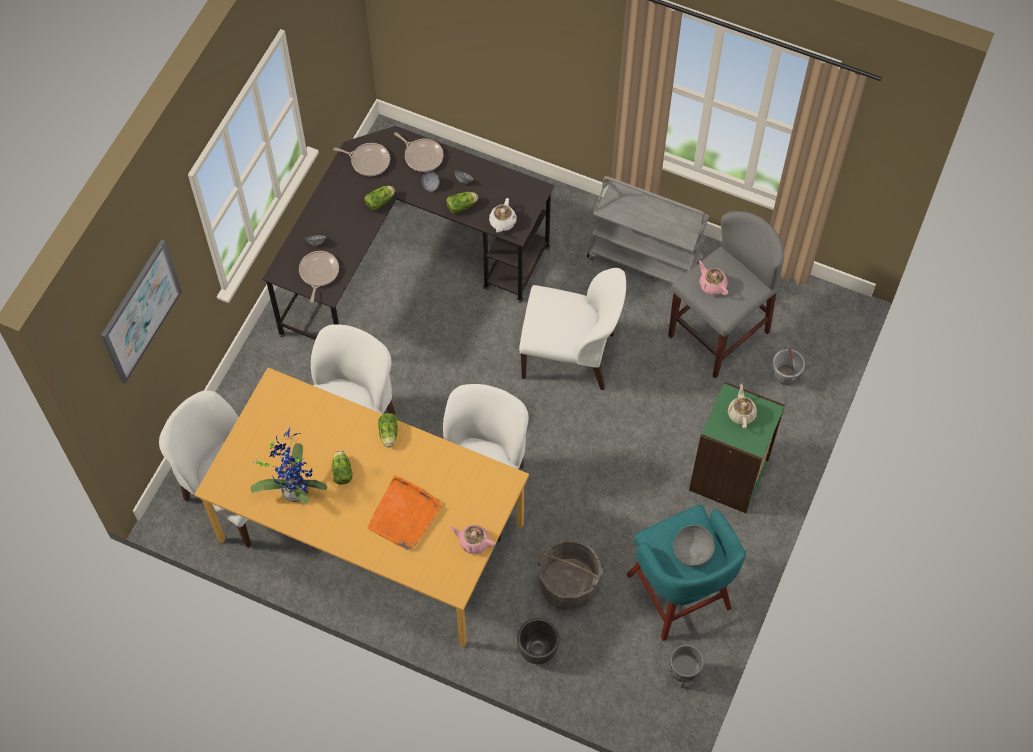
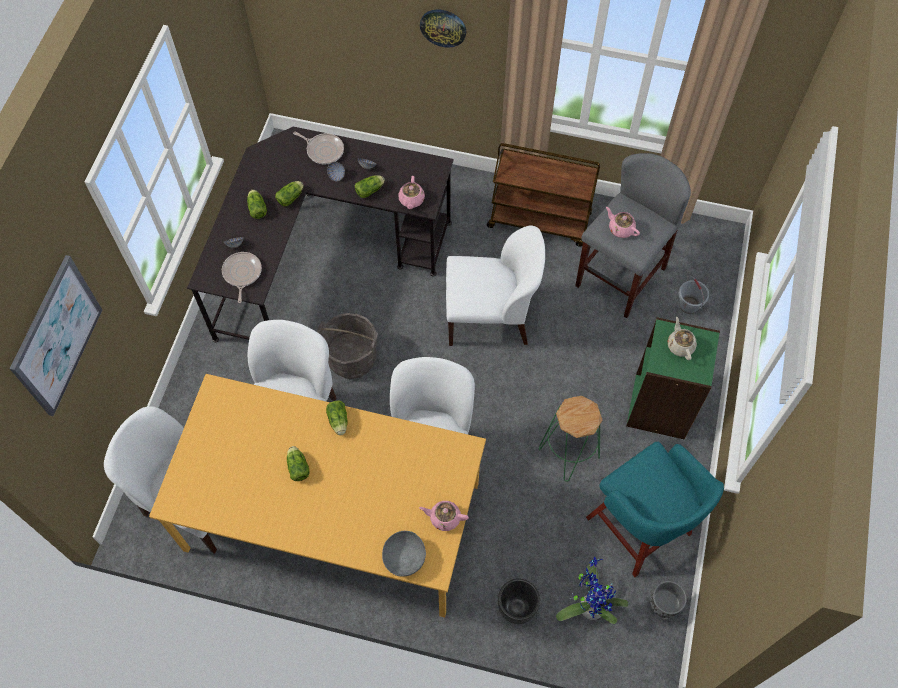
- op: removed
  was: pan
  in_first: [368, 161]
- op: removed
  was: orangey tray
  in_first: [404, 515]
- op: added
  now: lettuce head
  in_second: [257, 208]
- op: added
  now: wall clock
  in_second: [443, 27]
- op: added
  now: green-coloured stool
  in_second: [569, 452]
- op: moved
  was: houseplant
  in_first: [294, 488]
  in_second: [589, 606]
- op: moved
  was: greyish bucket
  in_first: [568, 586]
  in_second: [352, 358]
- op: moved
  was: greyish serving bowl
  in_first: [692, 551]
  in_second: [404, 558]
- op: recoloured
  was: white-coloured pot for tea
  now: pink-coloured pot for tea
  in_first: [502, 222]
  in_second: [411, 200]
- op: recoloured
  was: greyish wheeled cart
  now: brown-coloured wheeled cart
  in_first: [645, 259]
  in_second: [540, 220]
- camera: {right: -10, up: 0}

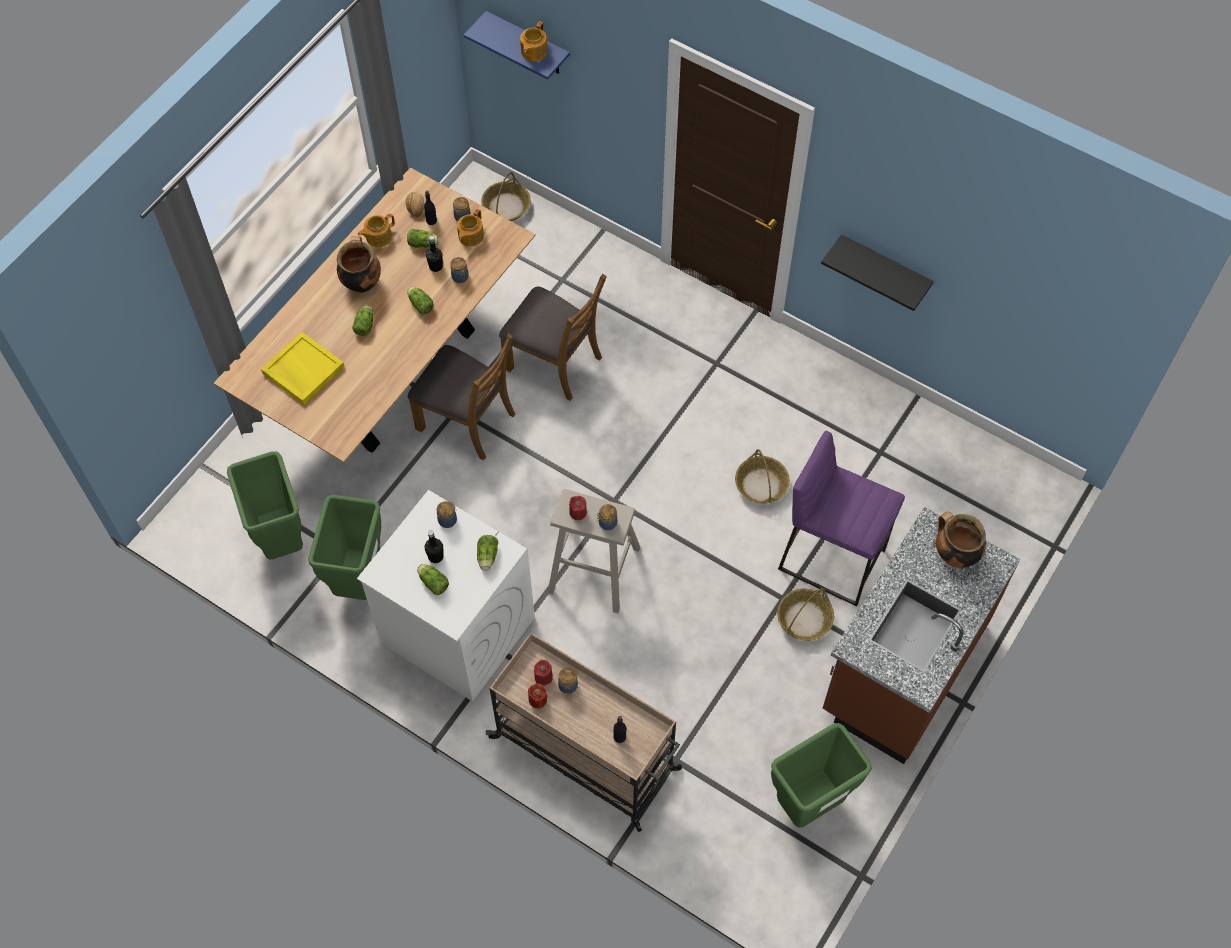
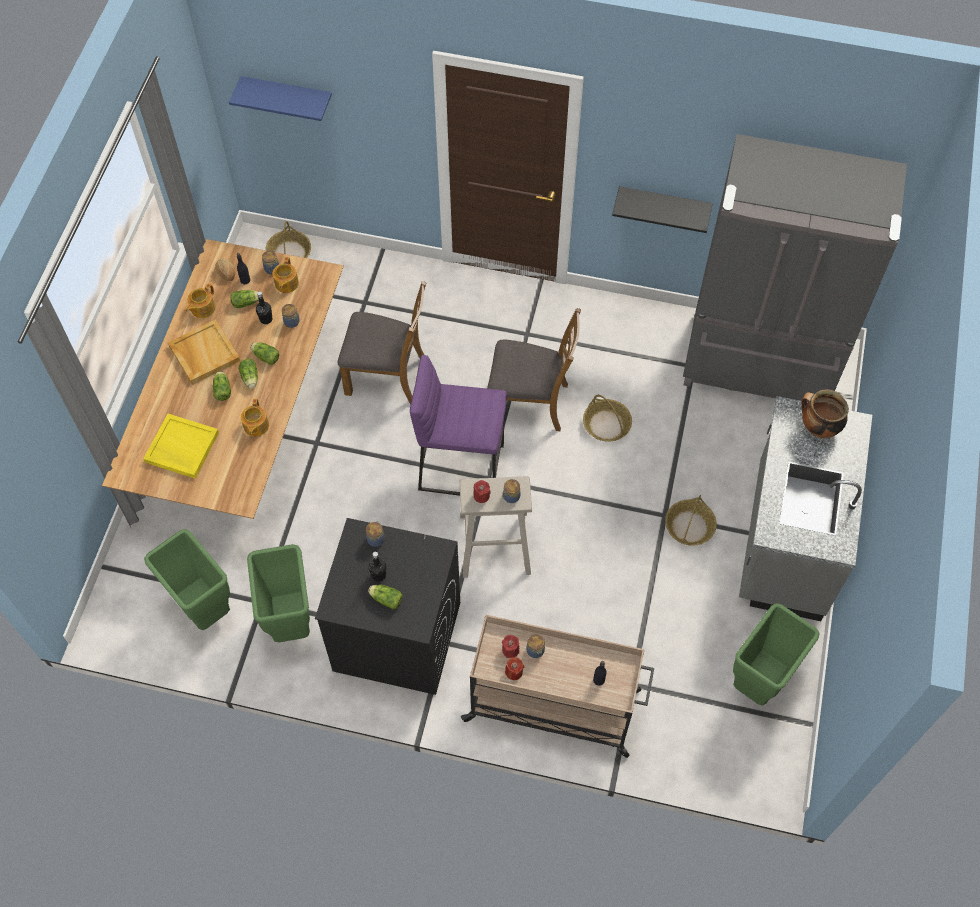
- op: added
  now: greyish fridge
  in_second: [759, 365]
- op: moved
  was: brown-coloured plain chair
  in_first: [467, 421]
  in_second: [530, 402]
- op: moved
  was: lettuce head
  in_first: [487, 557]
  in_second: [250, 378]
- op: moved
  was: pot for tea
  in_first: [533, 52]
  in_second: [255, 426]
- op: moved
  was: purplish stool
  in_first: [832, 558]
  in_second: [461, 466]
- op: replaced
  was: saucepot
  now: sand-coloured tray
  in_first: [361, 282]
  in_second: [203, 353]
- op: recoloured
  was: white-coloured laundry appliance
  now: black laundry appliance
  in_first: [456, 630]
  in_second: [396, 637]
- op: recoloured
  was: brown-coloured kitchen base unit
  now: greyish kitchen base unit
  in_first: [902, 668]
  in_second: [786, 541]
- camera: {right: -20, up: 0}

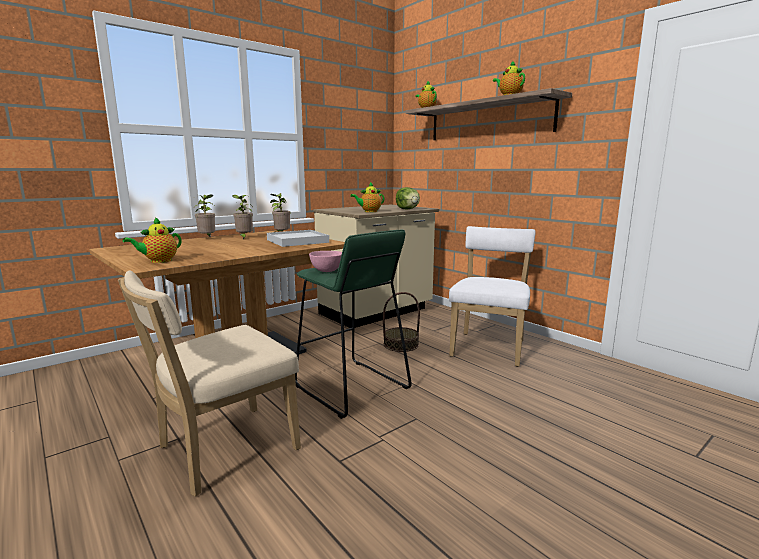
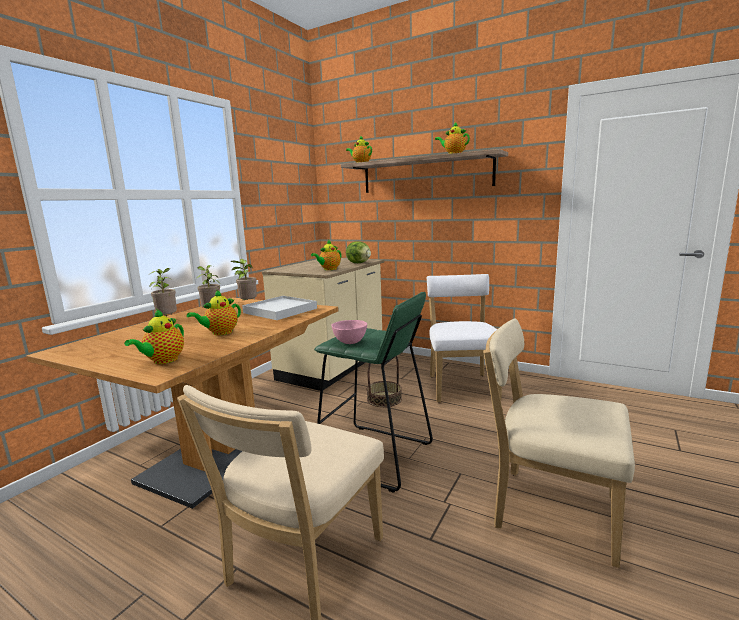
- op: added
  now: pot for tea
  in_second: [220, 333]
- op: added
  now: sand-coloured plain chair
  in_second: [549, 510]
- camera: {right: -20, up: 0}

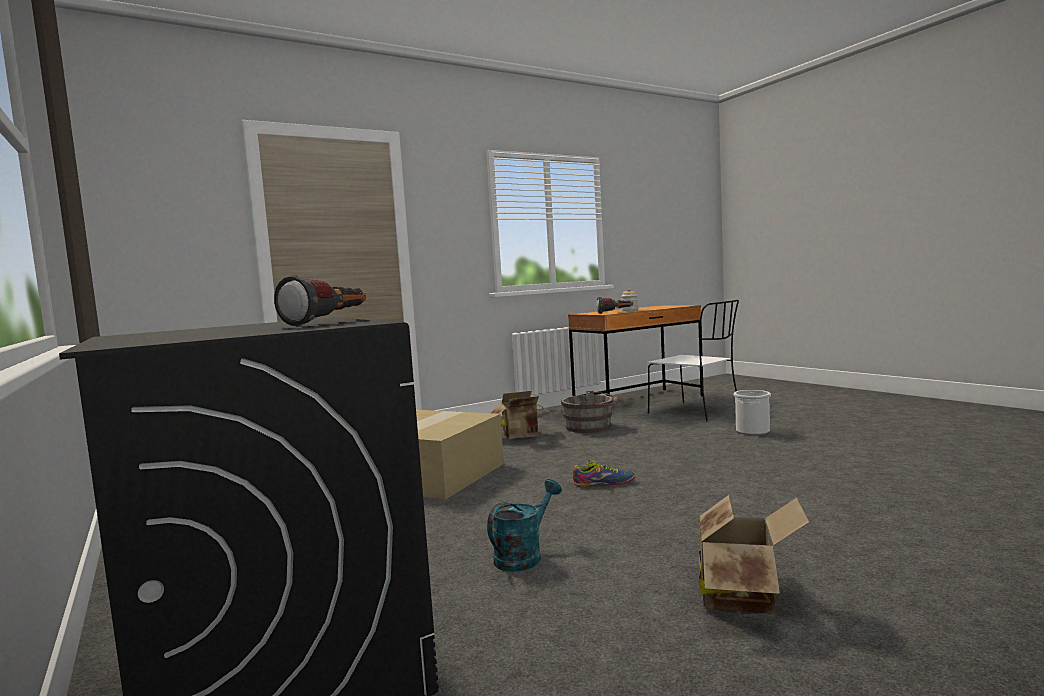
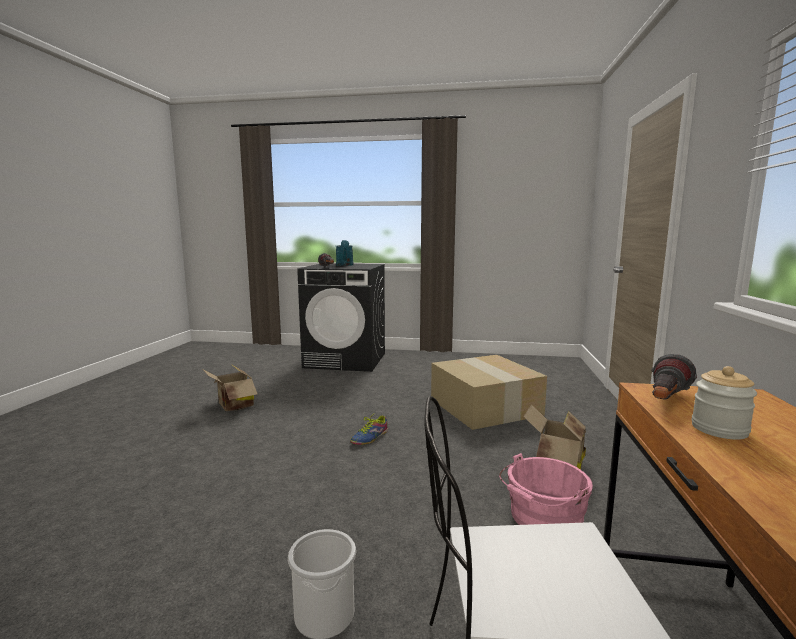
- op: moved
  was: turquoise-coloured sprinkling can
  in_first: [523, 555]
  in_second: [345, 265]
- op: recoloured
  was: greyish bucket
  now: pink-coloured bucket
  in_first: [591, 427]
  in_second: [543, 518]
- camera: {right: 130, up: 5}

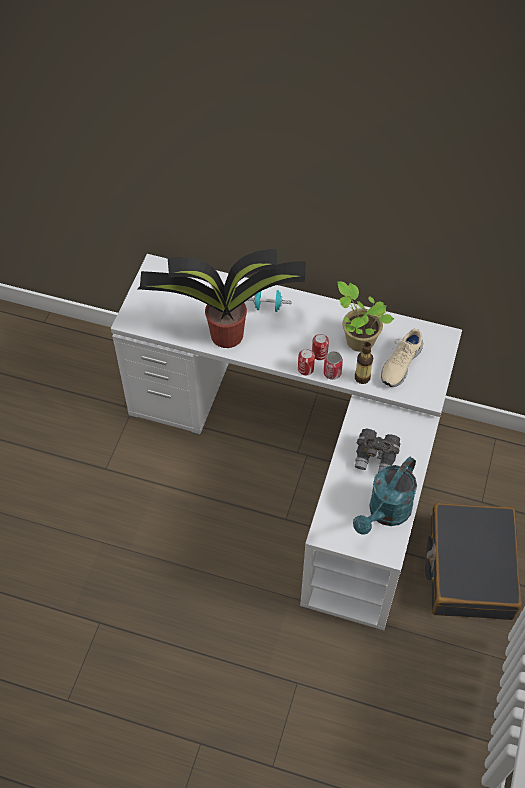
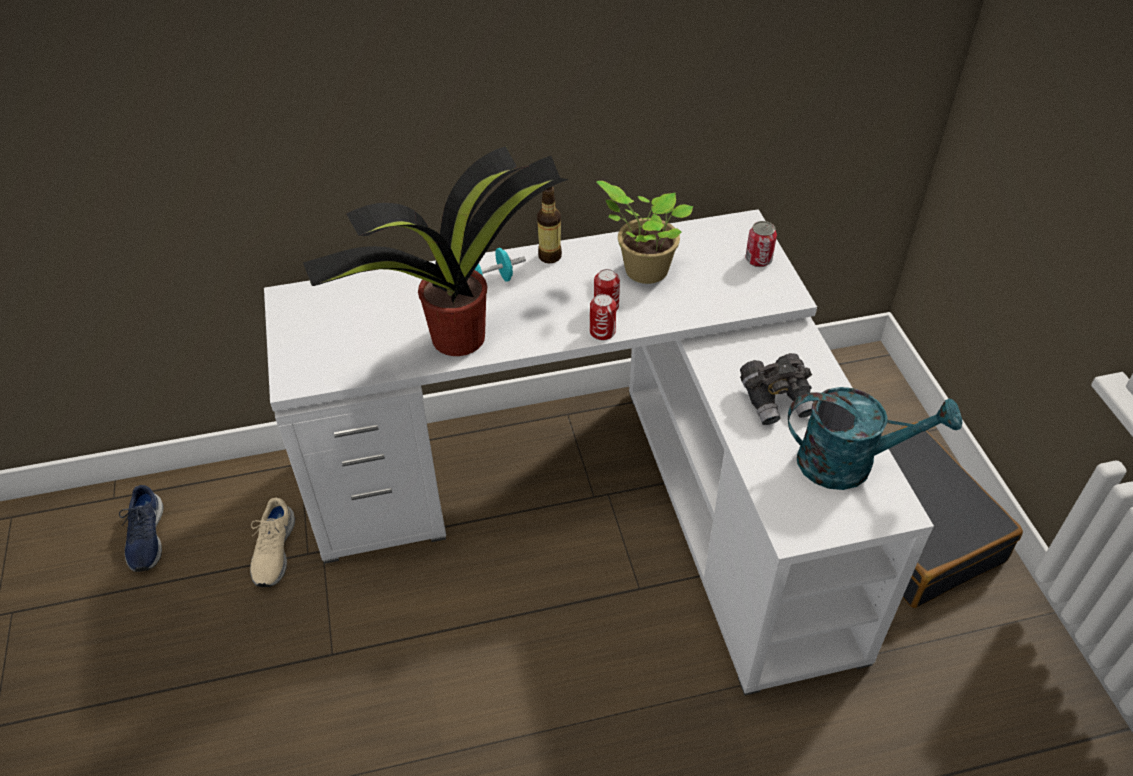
- op: added
  now: bluish item of footwear
  in_second: [146, 537]
- op: moved
  was: can
  in_first: [332, 373]
  in_second: [758, 260]
- op: moved
  was: bottle
  in_first: [362, 377]
  in_second: [549, 256]
- op: moved
  was: sand-coloured item of footwear
  in_first: [400, 363]
  in_second: [273, 551]
- op: turned
  was: turquoise-coloured sprinkling can
  in_first: [385, 513]
  in_second: [850, 463]
  clockwise: -90
- camera: {right: -30, up: -10}

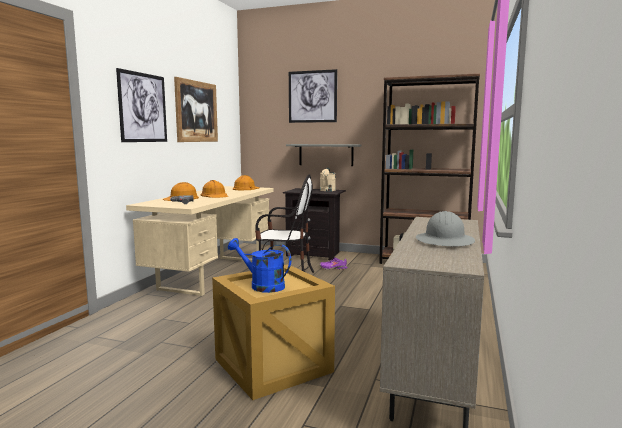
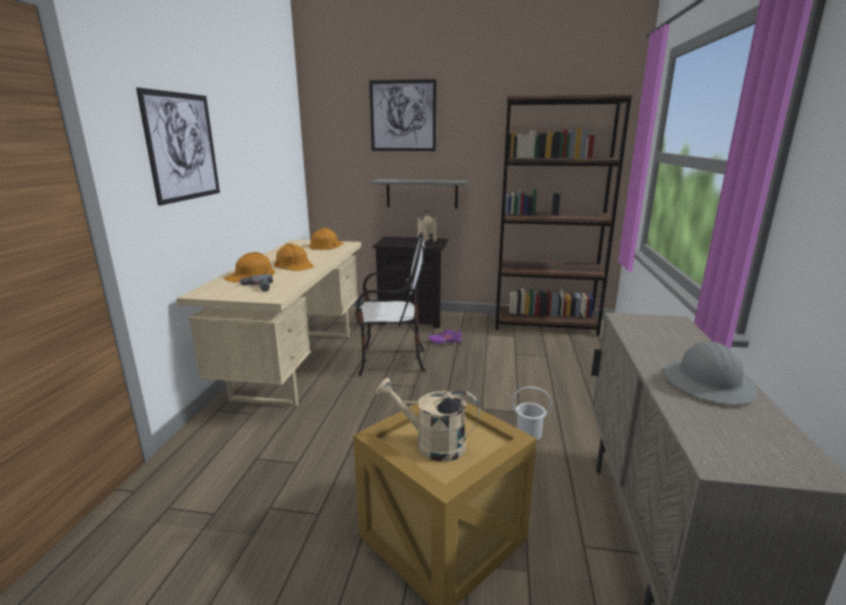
- op: removed
  was: wall picture
  in_first: [196, 111]
- op: added
  now: white-coloured bucket
  in_second: [528, 433]
- op: recoloured
  was: bluish sprinkling can
  now: sand-coloured sprinkling can
  in_first: [262, 286]
  in_second: [431, 444]
- camera: {right: -10, up: 10}

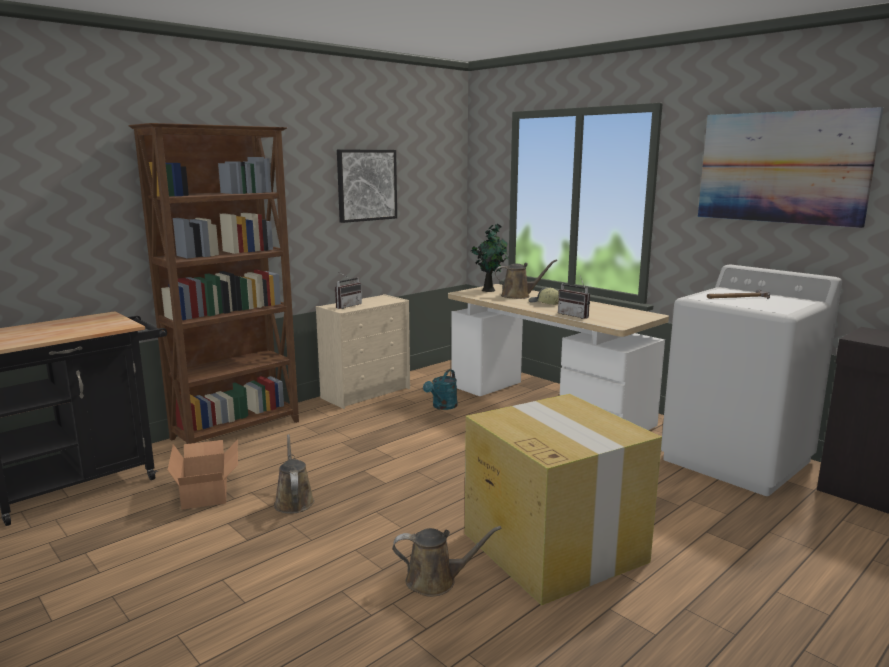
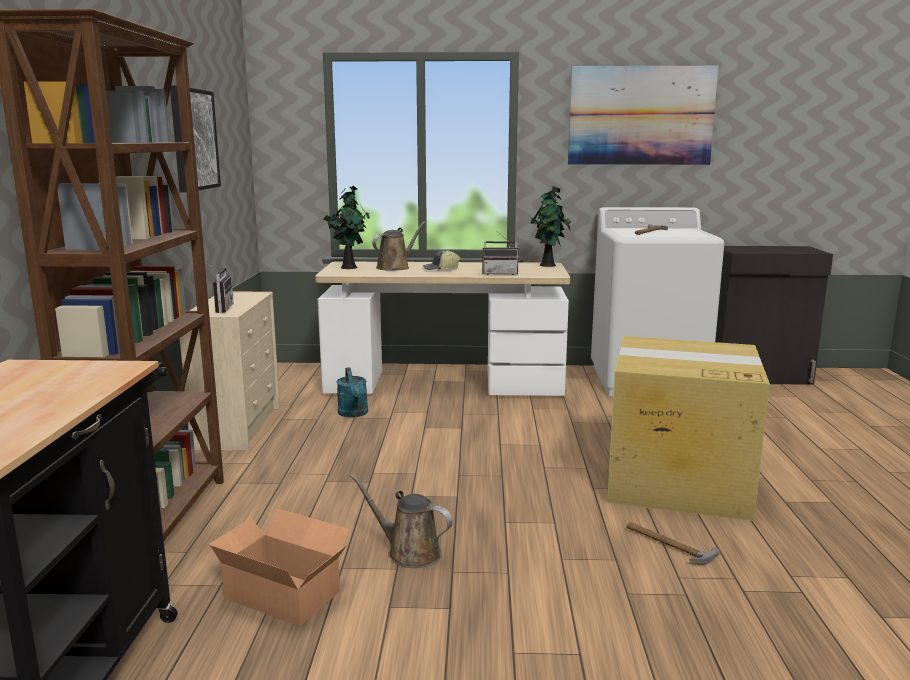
- op: added
  now: houseplant
  in_second: [549, 265]
- op: replaced
  was: brown-coloured sprinkling can
  now: tool hammer
  in_first: [436, 581]
  in_second: [668, 545]
- camera: {right: -45, up: 0}

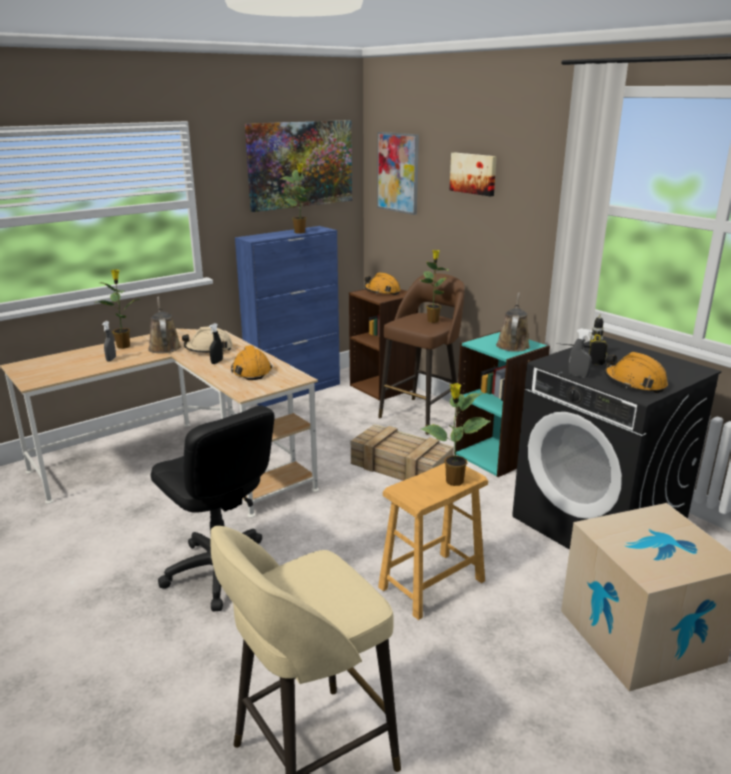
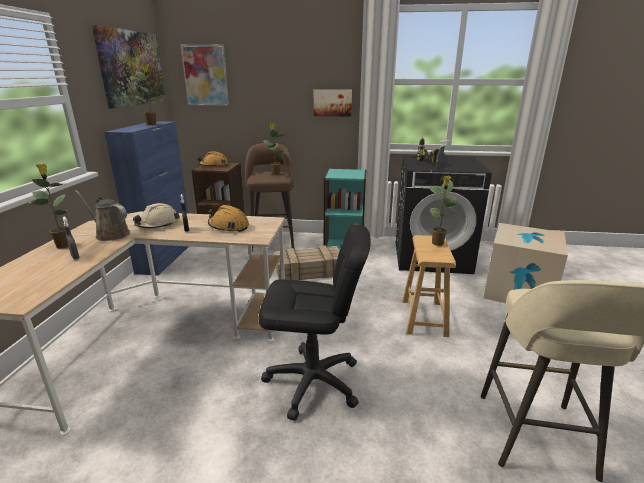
- op: removed
  was: brown-coloured sprinkling can
  in_first: [512, 344]
- op: removed
  was: orangey hard hat
  in_first: [634, 383]
- op: moved
  was: wall picture
  in_first: [474, 173]
  in_second: [332, 103]
- camera: {right: -45, up: 0}

